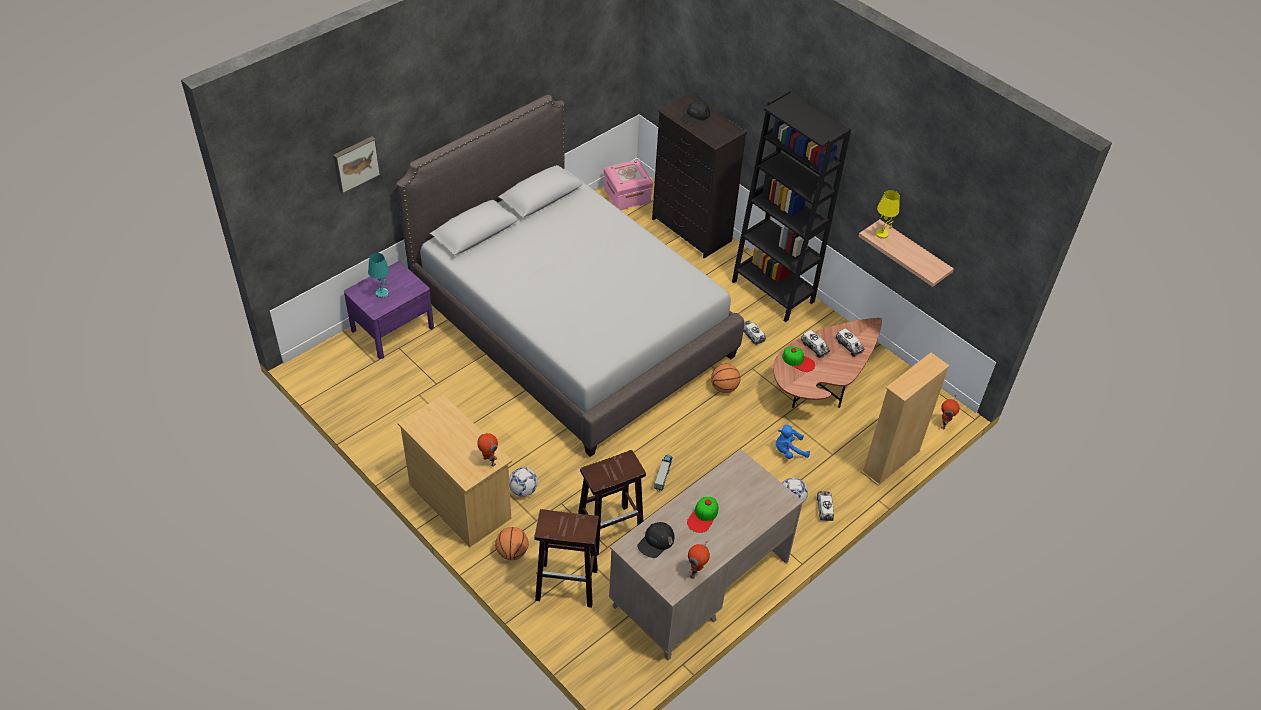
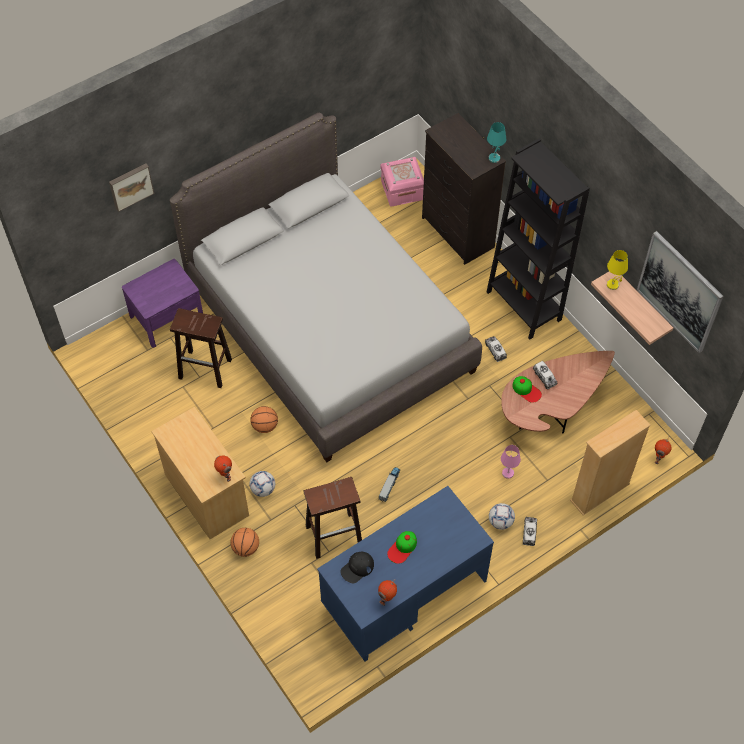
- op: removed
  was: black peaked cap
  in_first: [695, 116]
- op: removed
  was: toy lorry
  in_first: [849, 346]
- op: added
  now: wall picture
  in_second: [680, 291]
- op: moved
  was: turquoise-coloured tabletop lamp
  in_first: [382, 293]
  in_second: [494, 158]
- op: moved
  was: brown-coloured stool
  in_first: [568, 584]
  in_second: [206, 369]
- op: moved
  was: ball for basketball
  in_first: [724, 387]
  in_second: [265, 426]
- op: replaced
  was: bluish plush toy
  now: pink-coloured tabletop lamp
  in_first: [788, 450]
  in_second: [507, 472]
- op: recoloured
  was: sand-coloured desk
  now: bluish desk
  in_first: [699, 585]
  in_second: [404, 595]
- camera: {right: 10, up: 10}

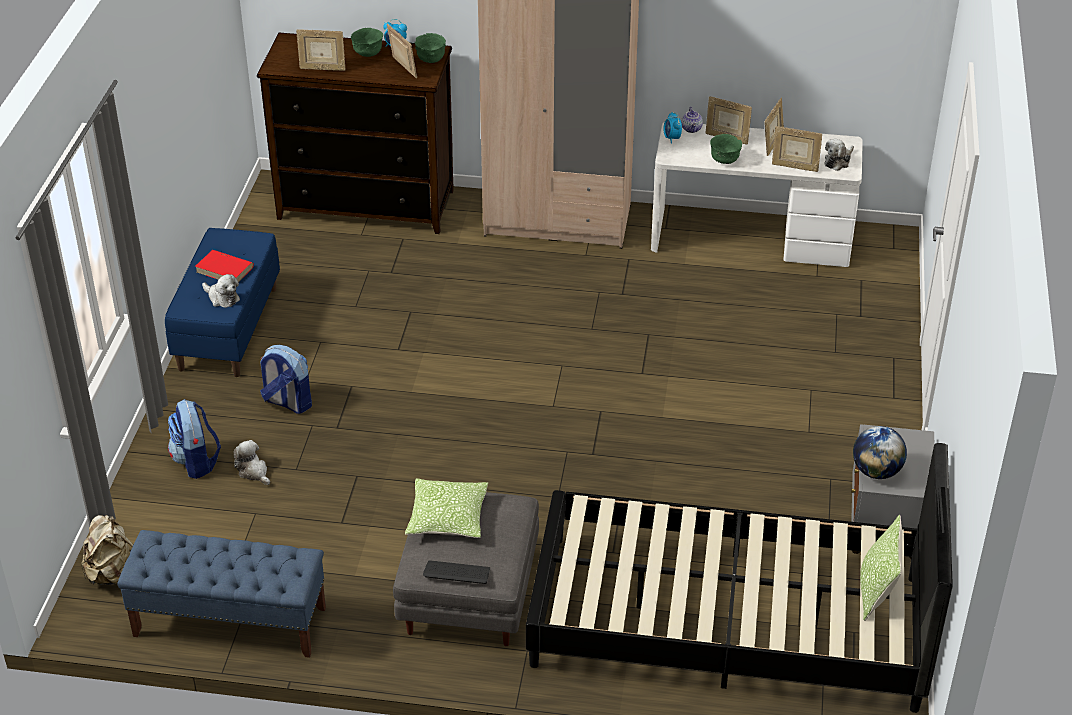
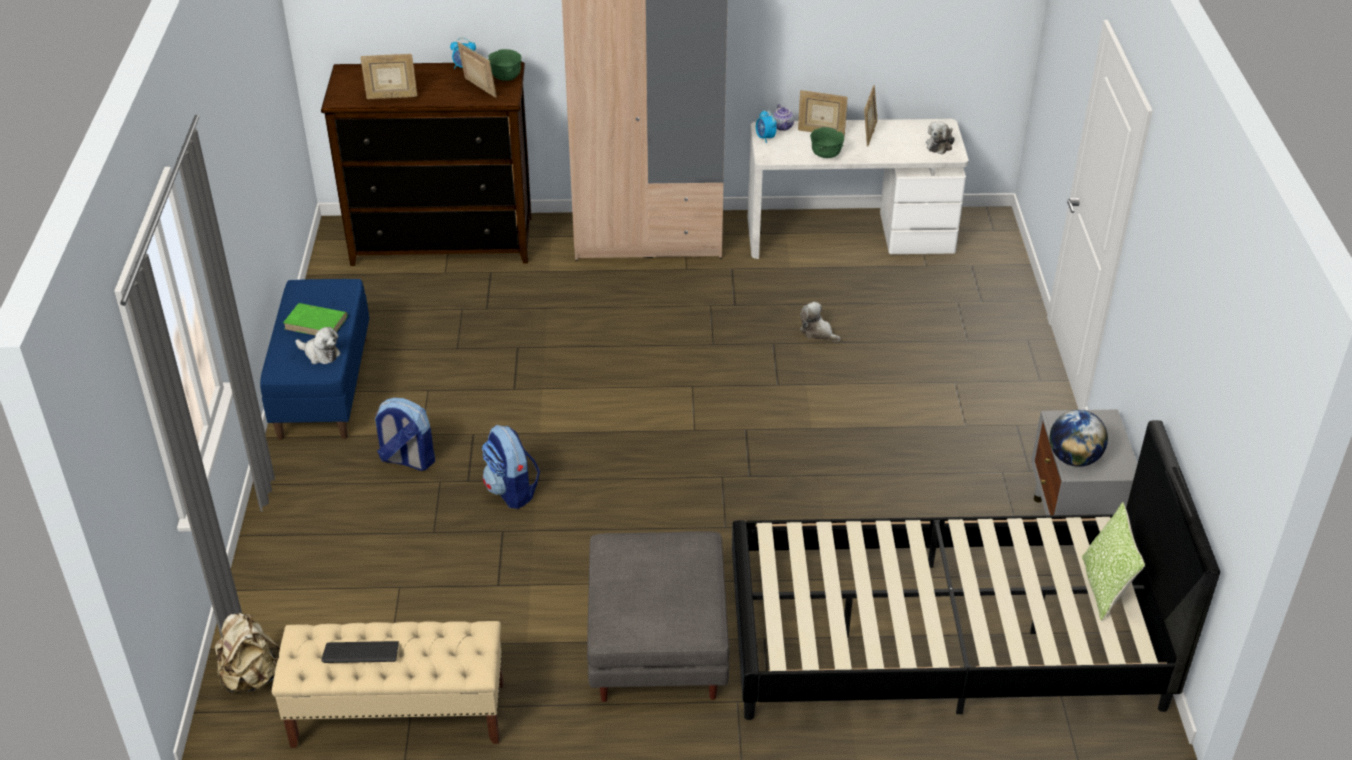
- op: removed
  was: green-coloured serving bowl
  in_first: [368, 54]
- op: removed
  was: throw pillow
  in_first: [447, 518]
- op: removed
  was: standing frame
  in_first: [794, 167]
- op: moved
  was: rucksack
  in_first: [196, 461]
  in_second: [512, 491]
- op: moved
  was: plush toy
  in_first: [253, 472]
  in_second: [817, 332]
- op: moved
  was: computer keyboard
  in_first: [457, 573]
  in_second: [361, 653]
- op: recoloured
  was: bluish indoor bench
  now: sand-coloured indoor bench
  in_first: [229, 622]
  in_second: [398, 715]
- op: recoloured
  was: red book
  now: green-coloured book
  in_first: [225, 269]
  in_second: [316, 323]
- camera: {right: -10, up: 0}

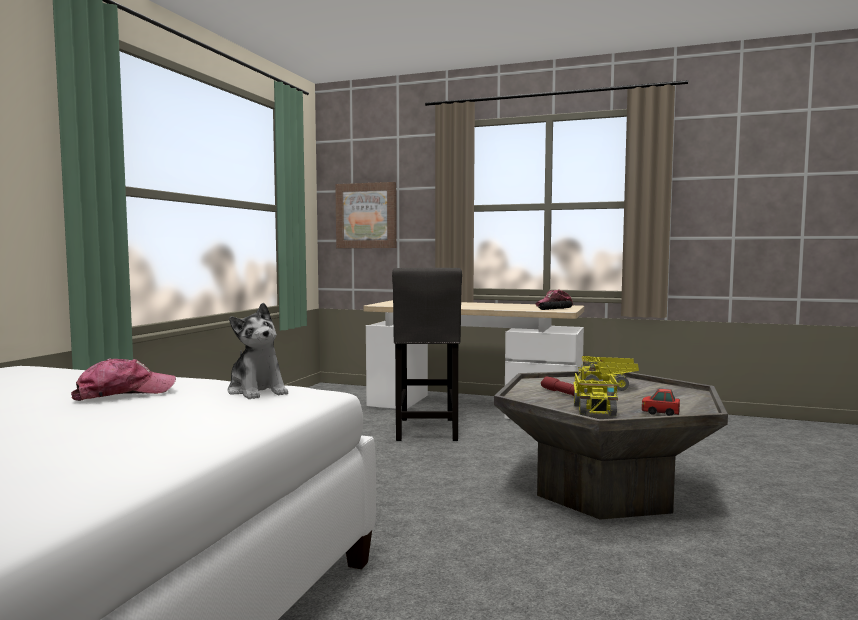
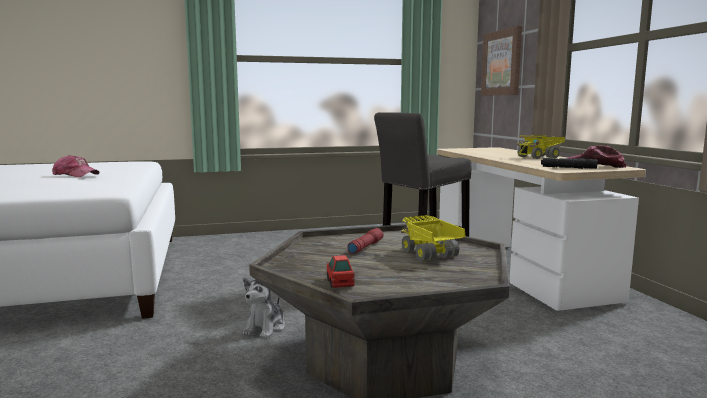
- op: moved
  was: plush toy
  in_first: [257, 391]
  in_second: [265, 328]
- op: moved
  was: toy lorry
  in_first: [595, 410]
  in_second: [539, 157]
- camera: {right: 55, up: 5}

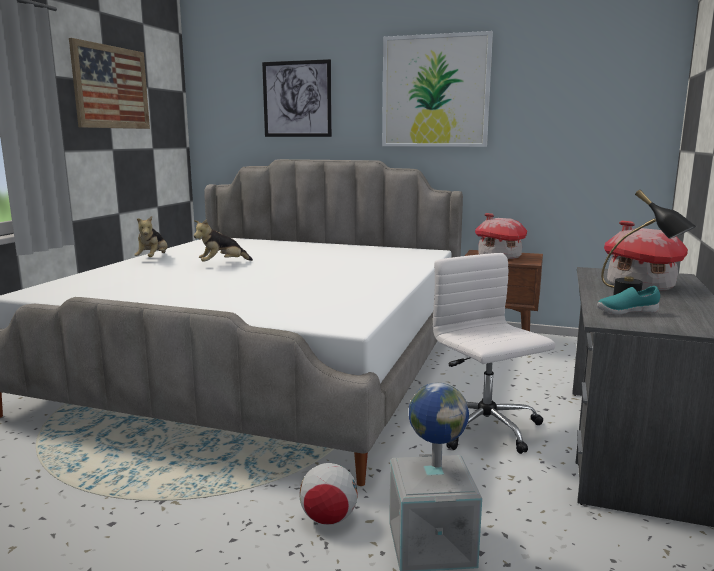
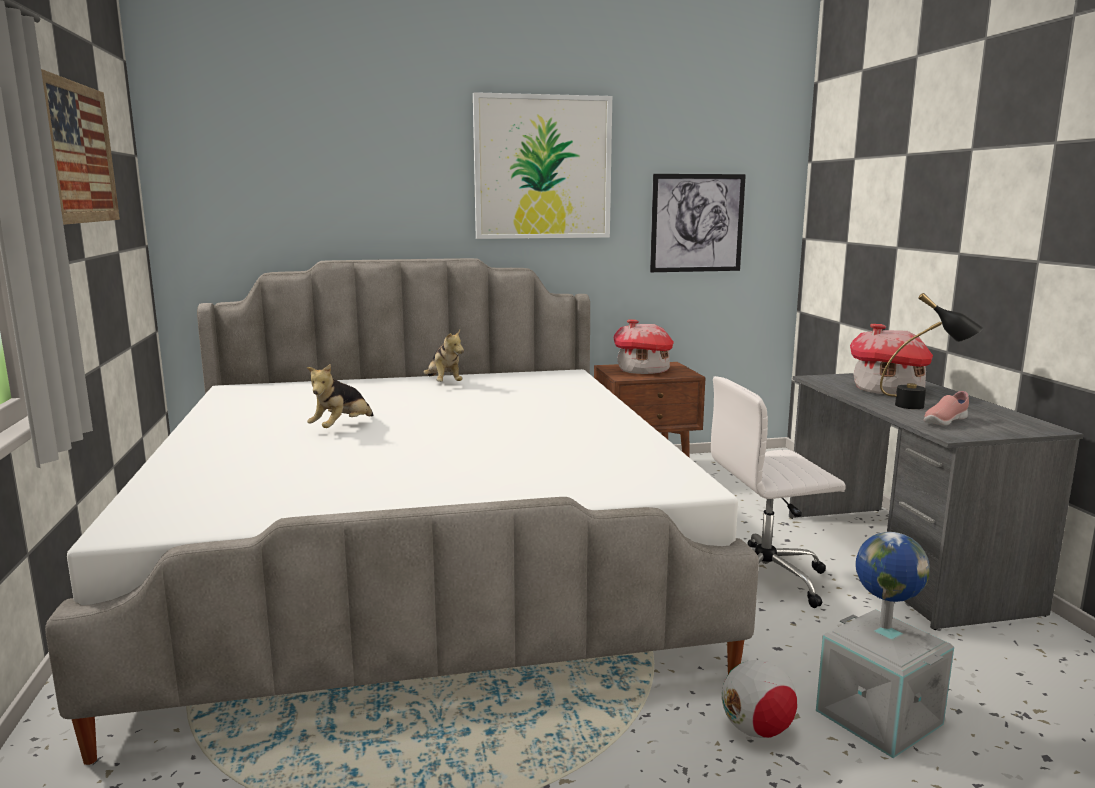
- op: moved
  was: plush toy
  in_first: [153, 259]
  in_second: [444, 383]
- op: moved
  was: wall picture
  in_first: [297, 99]
  in_second: [697, 223]
- op: recoloured
  was: turquoise-coloured item of footwear
  now: pink-coloured item of footwear
  in_first: [626, 312]
  in_second: [944, 422]
- op: turned
  was: white-coloured computer chair
  in_first: [486, 430]
  in_second: [766, 578]
  clockwise: -45
- camera: {right: -30, up: 0}

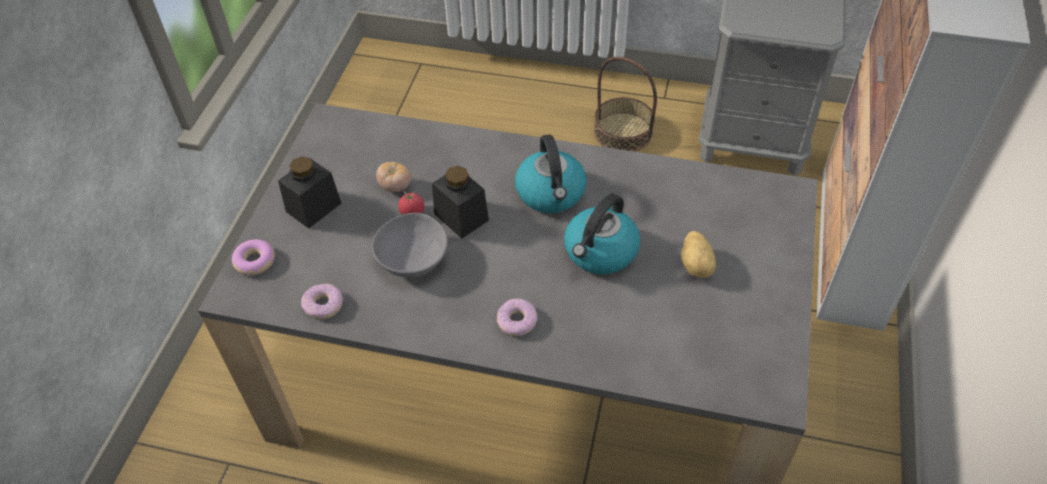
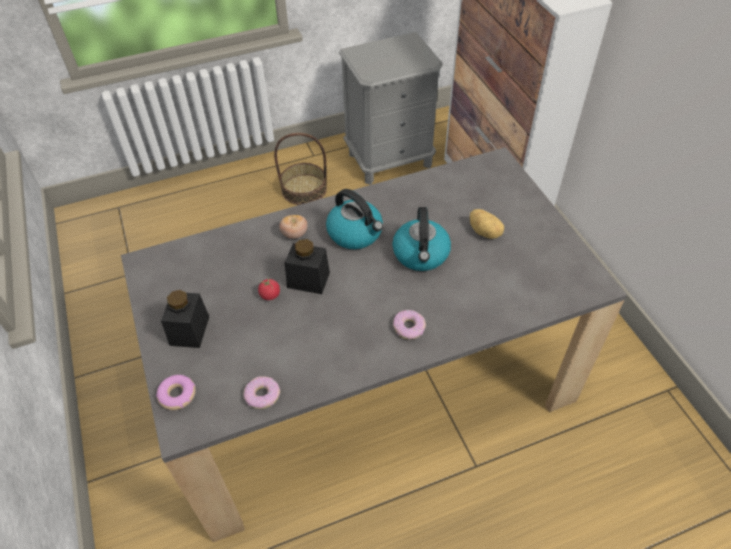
- op: removed
  was: greyish serving bowl
  in_first: [412, 259]
- op: moved
  was: tomato
  in_first: [395, 187]
  in_second: [294, 234]
- camera: {right: -35, up: 0}

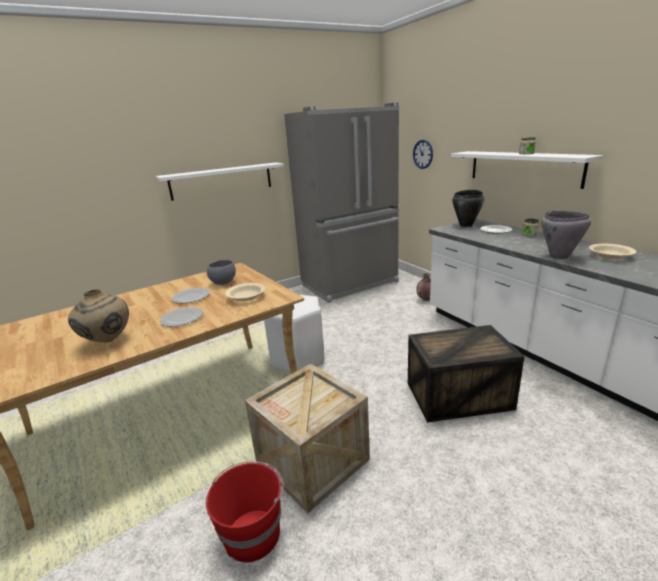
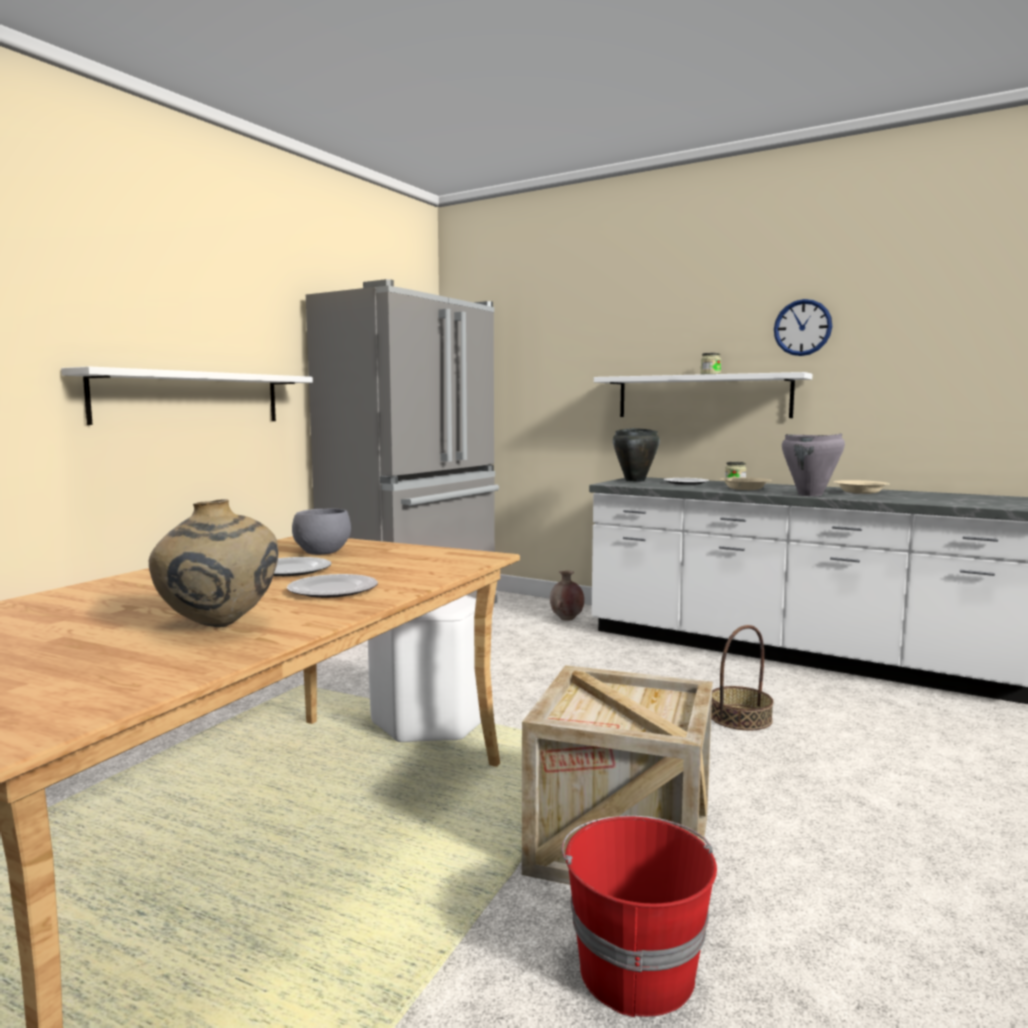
- op: moved
  was: sand-coloured serving bowl
  in_first: [246, 297]
  in_second: [744, 489]
- op: moved
  was: wall clock
  in_first: [423, 154]
  in_second: [802, 327]
- op: replaced
  was: shipping crate
  now: storage basket
  in_first: [457, 396]
  in_second: [740, 717]
- camera: {right: -30, up: -15}

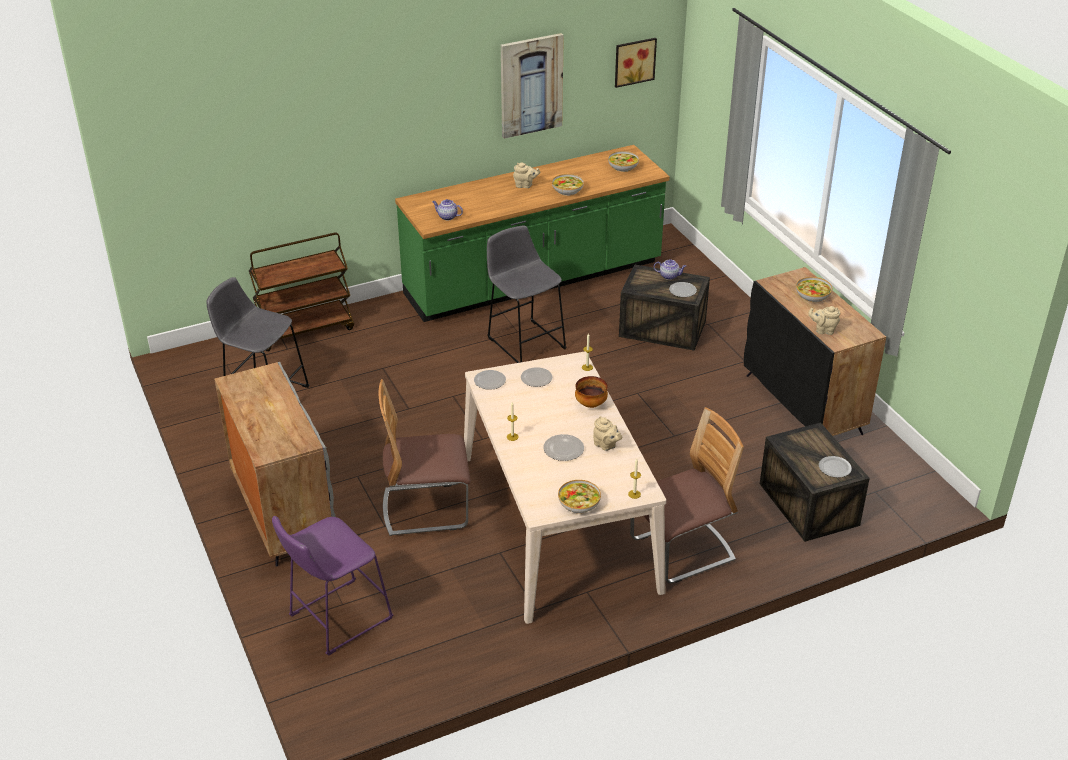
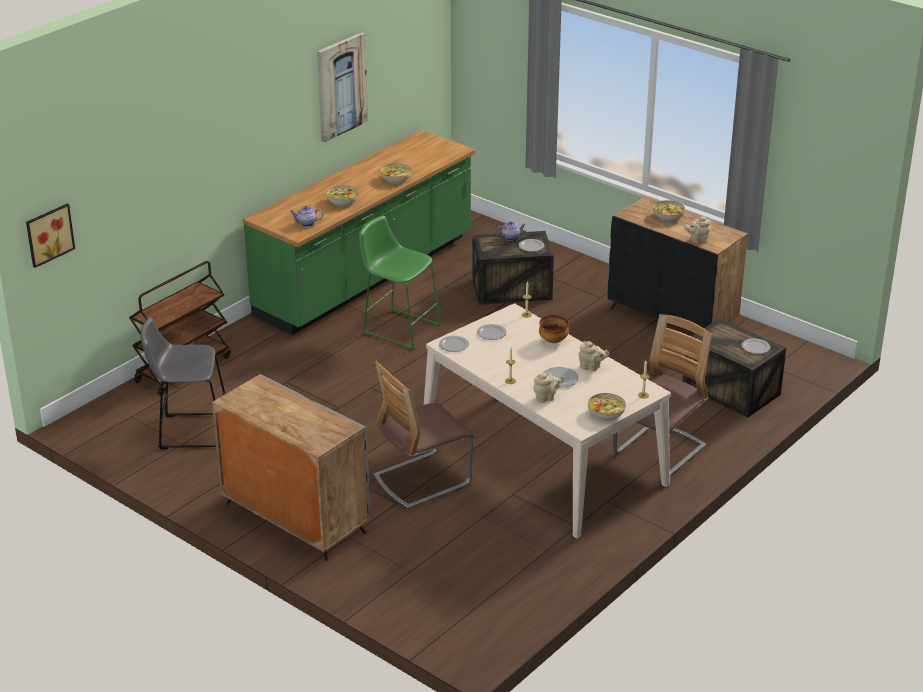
- op: removed
  was: purplish stool
  in_first: [336, 619]
- op: moved
  was: sand-coloured pot for tea
  in_first: [525, 185]
  in_second: [546, 398]
- op: moved
  was: serving bowl
  in_first: [623, 167]
  in_second: [343, 201]
- op: moved
  was: wall picture
  in_first: [634, 61]
  in_second: [48, 234]
- op: recoloured
  was: greyish stool
  now: green-coloured stool
  in_first: [524, 341]
  in_second: [398, 328]
- camera: {right: -25, up: -5}

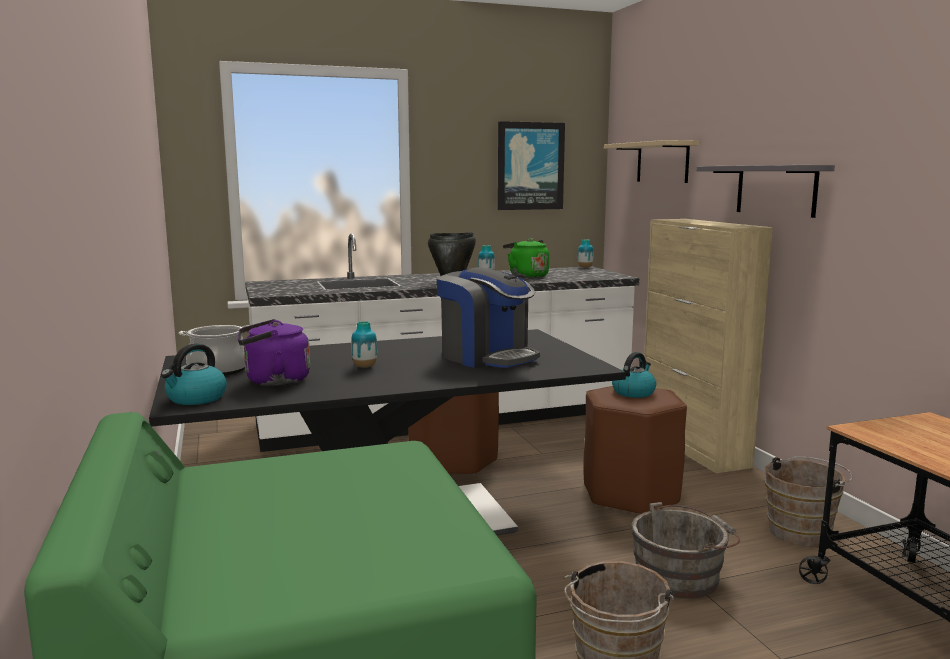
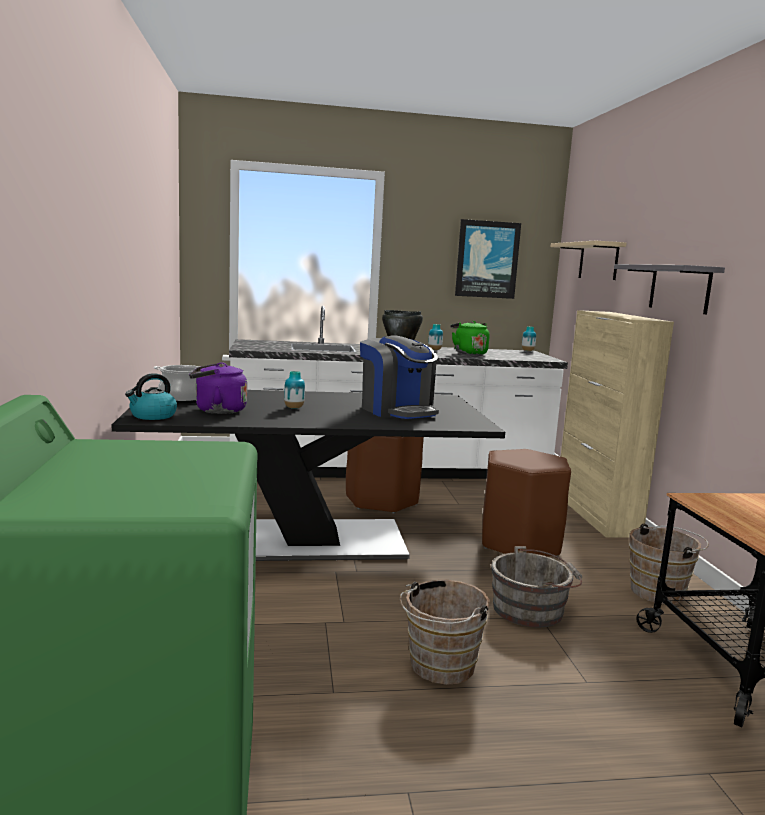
- op: removed
  was: kettle
  in_first: [633, 392]
- camera: {right: 10, up: 0}

